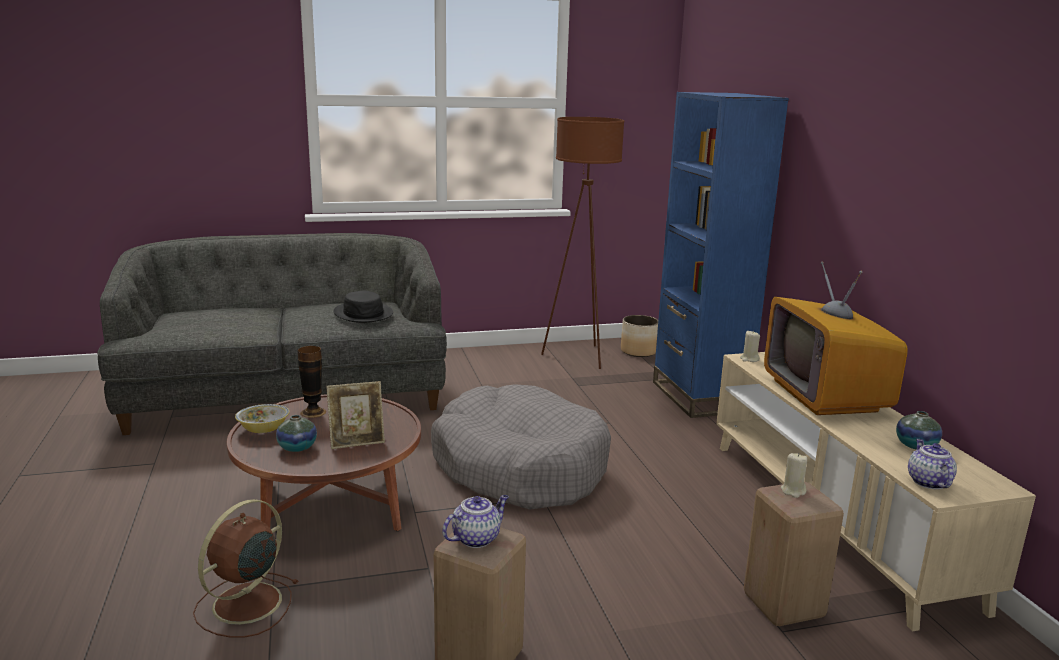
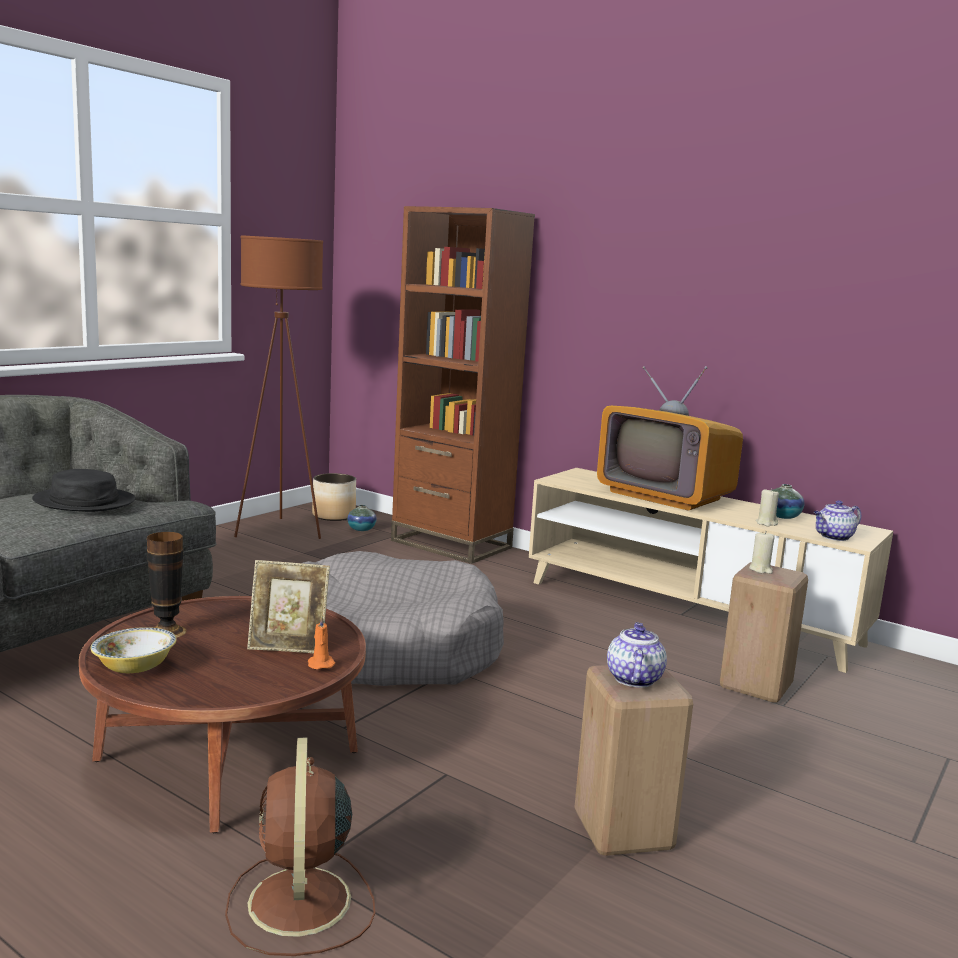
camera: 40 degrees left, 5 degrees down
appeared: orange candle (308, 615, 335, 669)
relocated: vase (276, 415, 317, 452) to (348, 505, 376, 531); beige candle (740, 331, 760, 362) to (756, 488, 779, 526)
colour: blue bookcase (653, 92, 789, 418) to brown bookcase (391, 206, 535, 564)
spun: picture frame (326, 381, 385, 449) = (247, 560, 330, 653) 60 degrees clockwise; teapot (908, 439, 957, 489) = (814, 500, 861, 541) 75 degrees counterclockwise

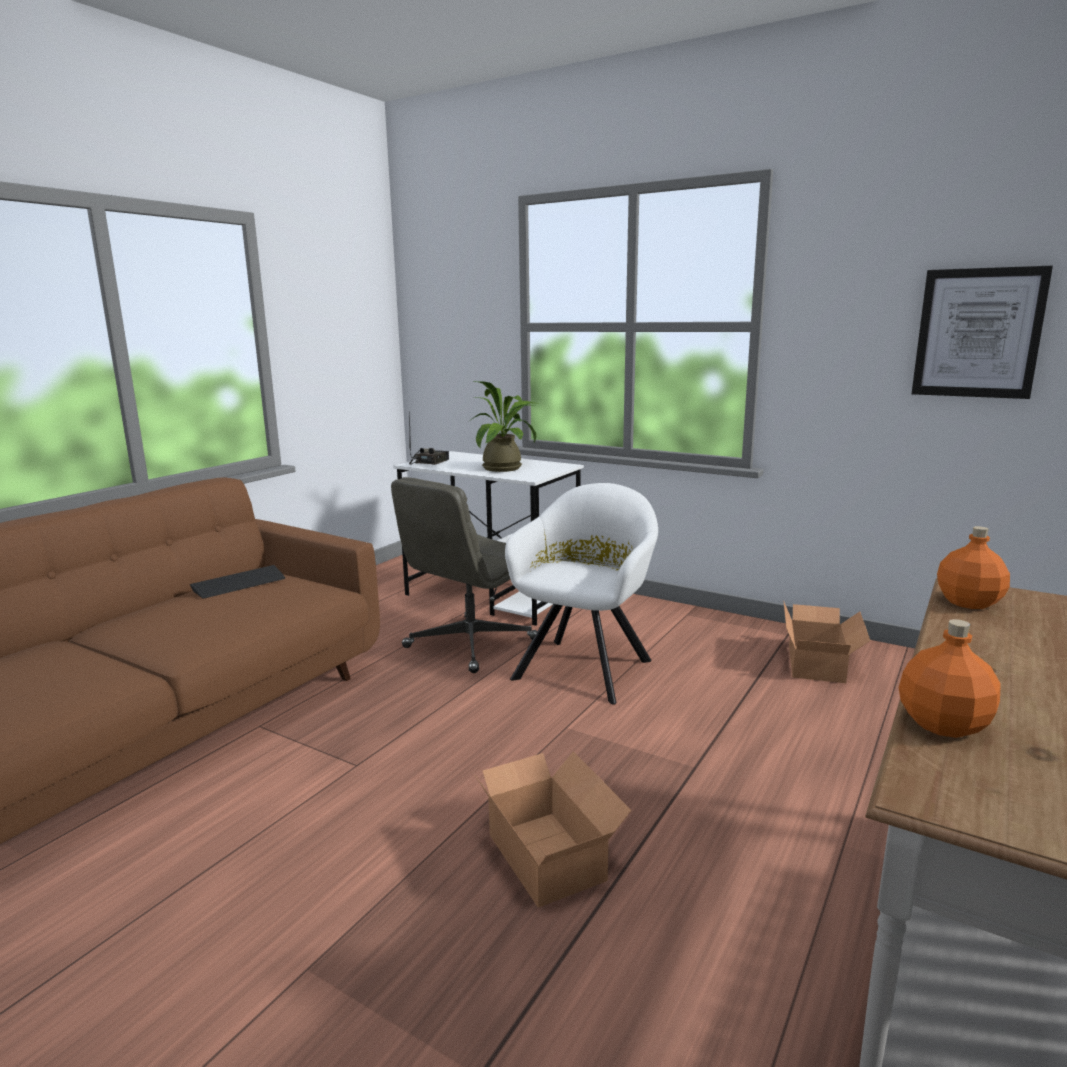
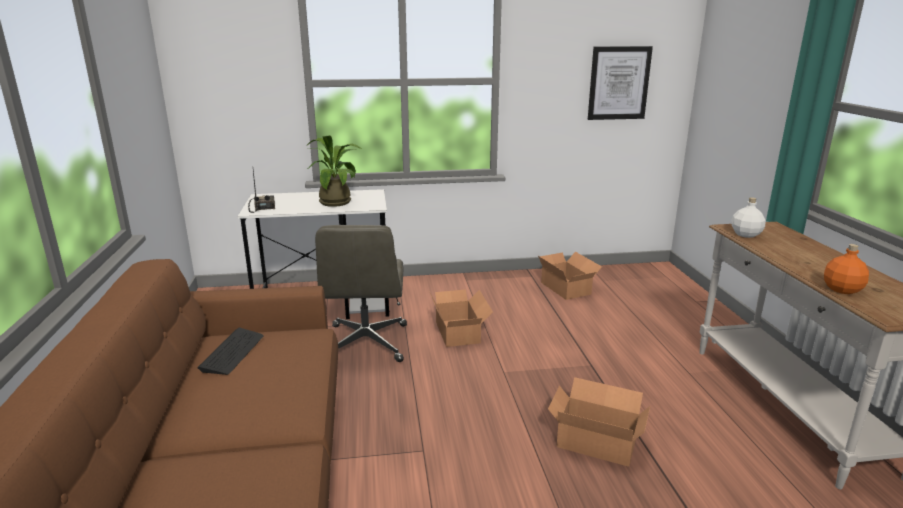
camera: 40 degrees left, 5 degrees up
exchanged: white armchair (505, 483, 658, 705) to cardboard box (430, 289, 493, 347)
colour: orange bottle (937, 526, 1010, 609) to white bottle (731, 197, 766, 238)

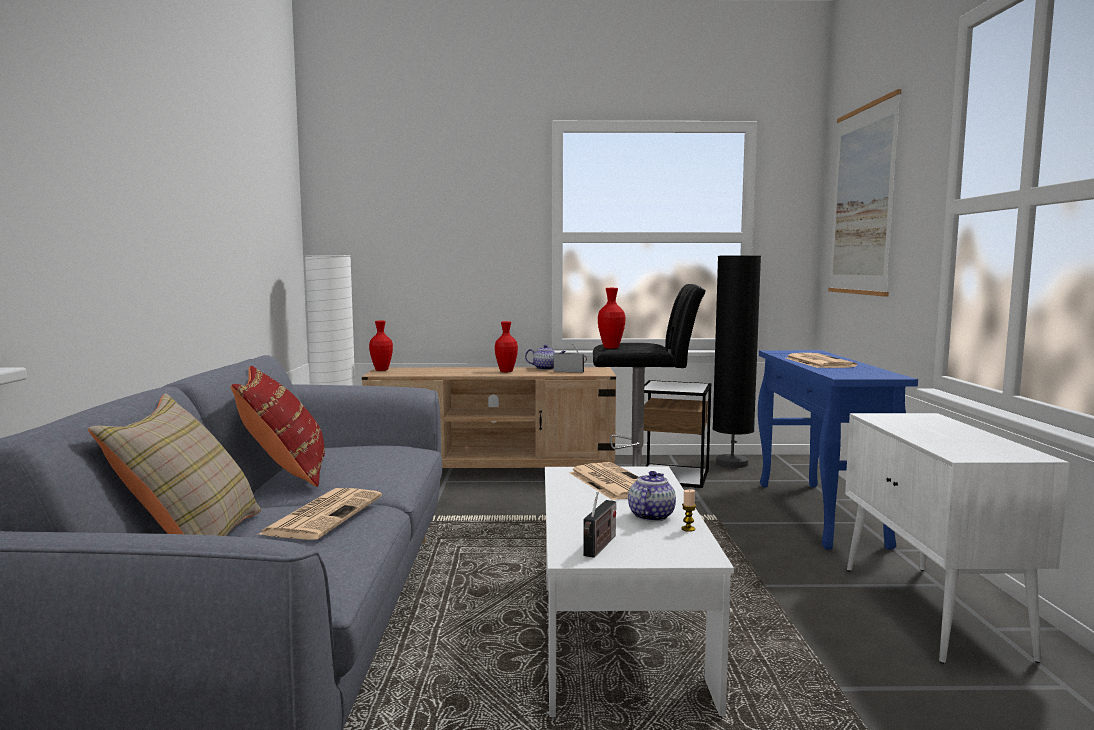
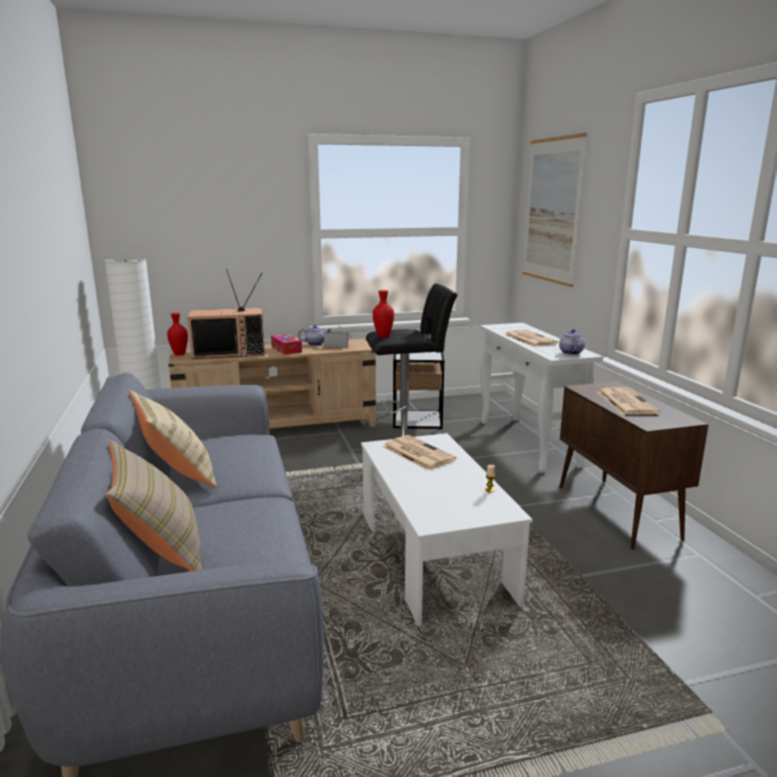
camera: 15 degrees left, 10 degrees up
missing: radio (583, 492, 616, 558); black floor lamp (712, 255, 761, 468)
appeared: television (188, 269, 265, 359)
relocated: teapot (628, 471, 676, 522) to (559, 329, 585, 355); newspaper (257, 488, 382, 540) to (598, 387, 660, 414)
exchanged: red vase (495, 321, 518, 372) to tissue box (271, 334, 302, 355)
colour: red pillow (231, 366, 325, 487) to beige pillow (129, 391, 217, 487); blue console table (758, 350, 918, 550) to white console table (480, 323, 603, 473); white cabinet (845, 413, 1070, 664) to brown cabinet (559, 381, 709, 549)

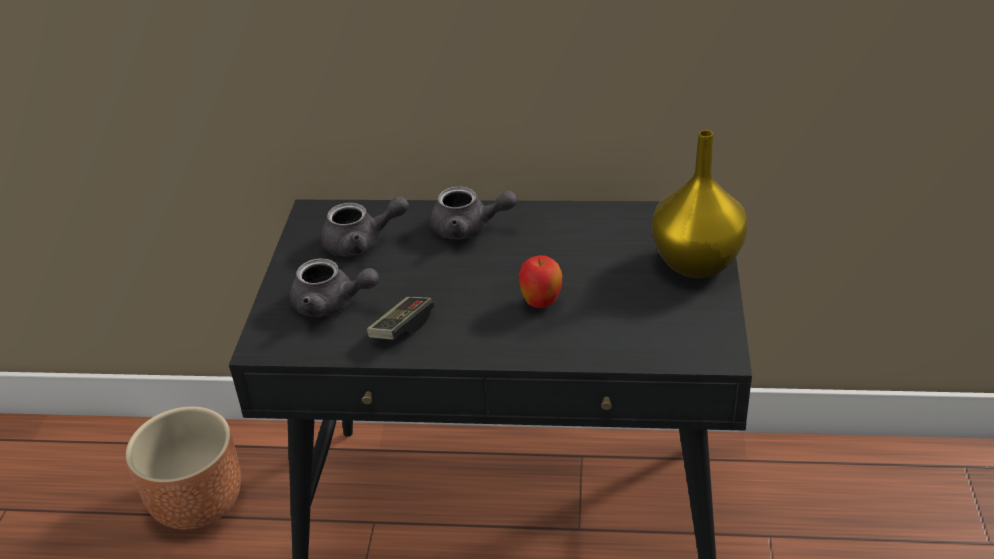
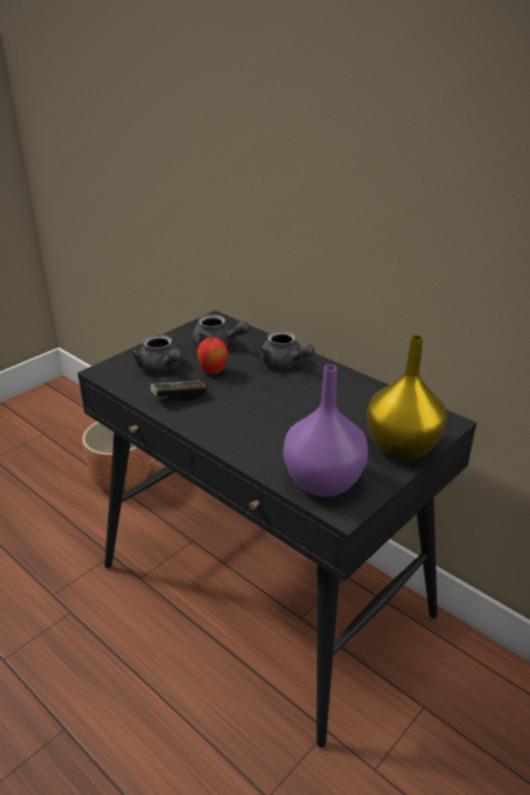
camera: 35 degrees right, 5 degrees down
appeared: purple vase (283, 365, 368, 497)
relocated: apple (518, 255, 563, 308) to (197, 337, 228, 374)

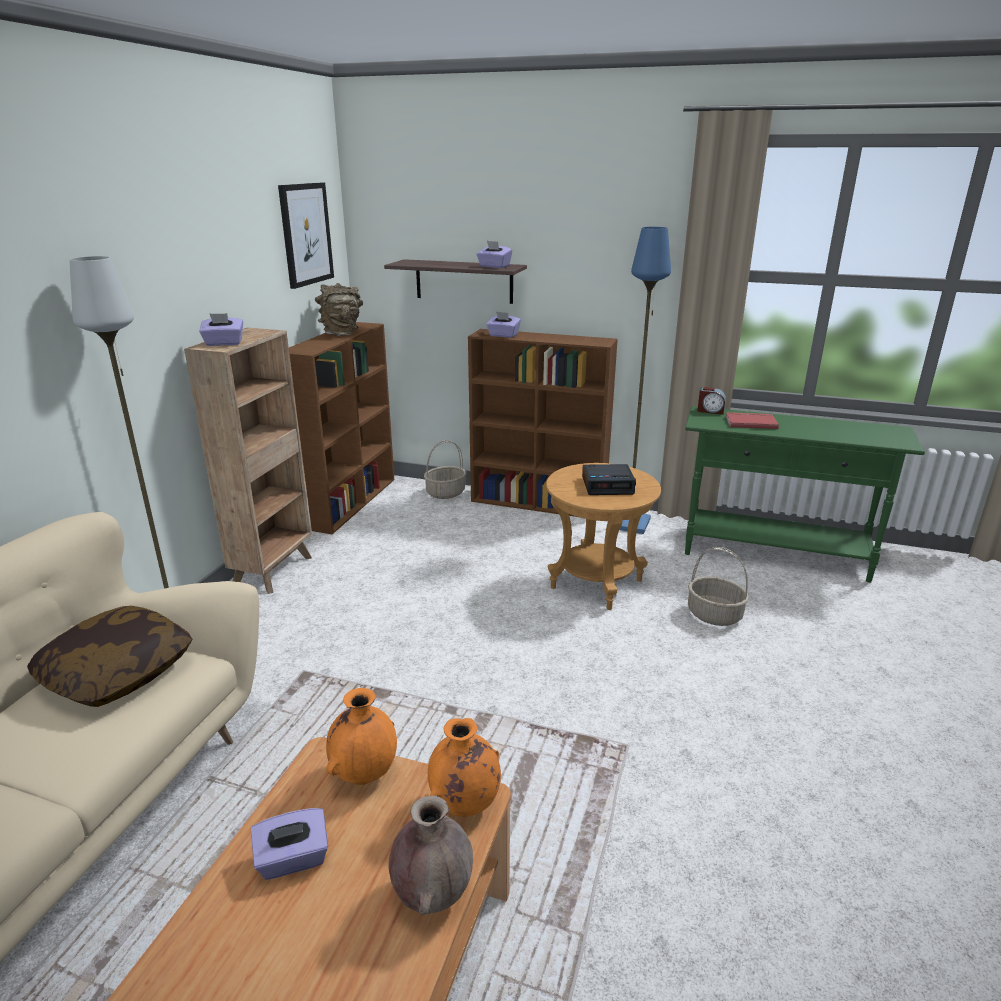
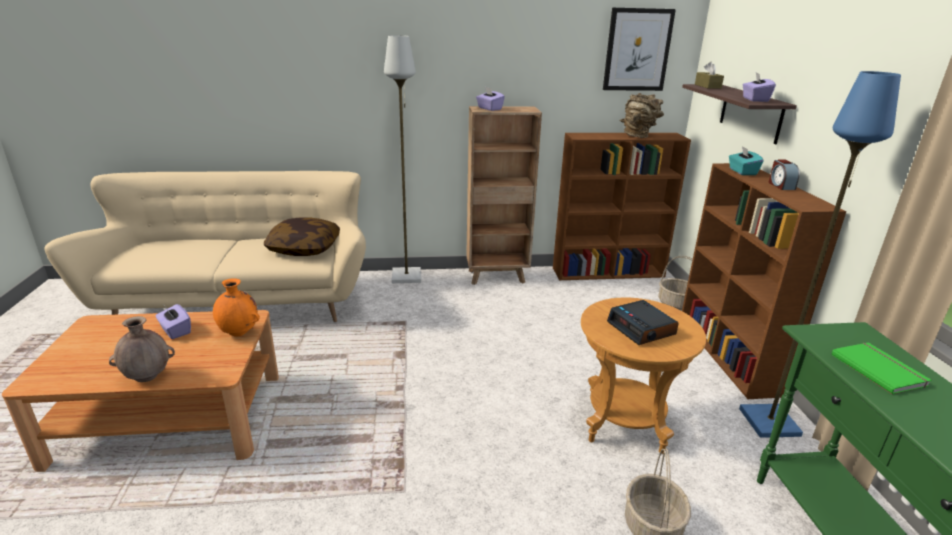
camera: 65 degrees right, 0 degrees up
missing: orange vase (428, 718, 501, 817)
appeared: brown tissue box (695, 62, 724, 89)
relocated: alarm clock (697, 387, 726, 415) to (769, 159, 800, 190)
colour: purple tissue box (486, 312, 521, 338) to turquoise tissue box (729, 146, 764, 175); red book (725, 412, 779, 429) to green book (832, 343, 932, 395)

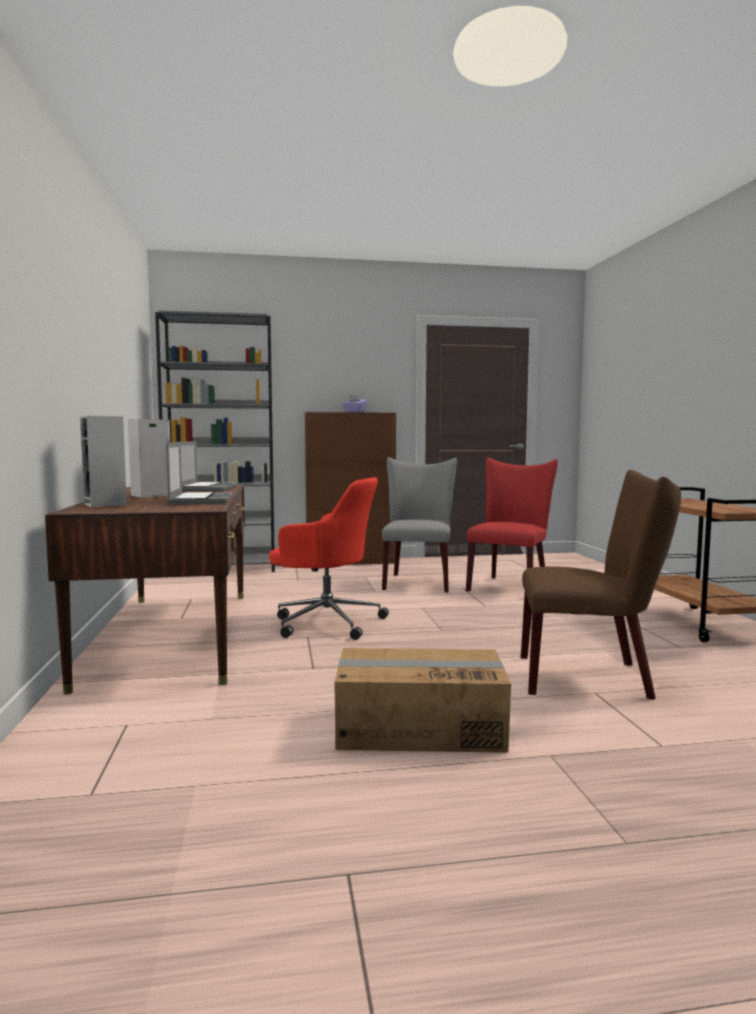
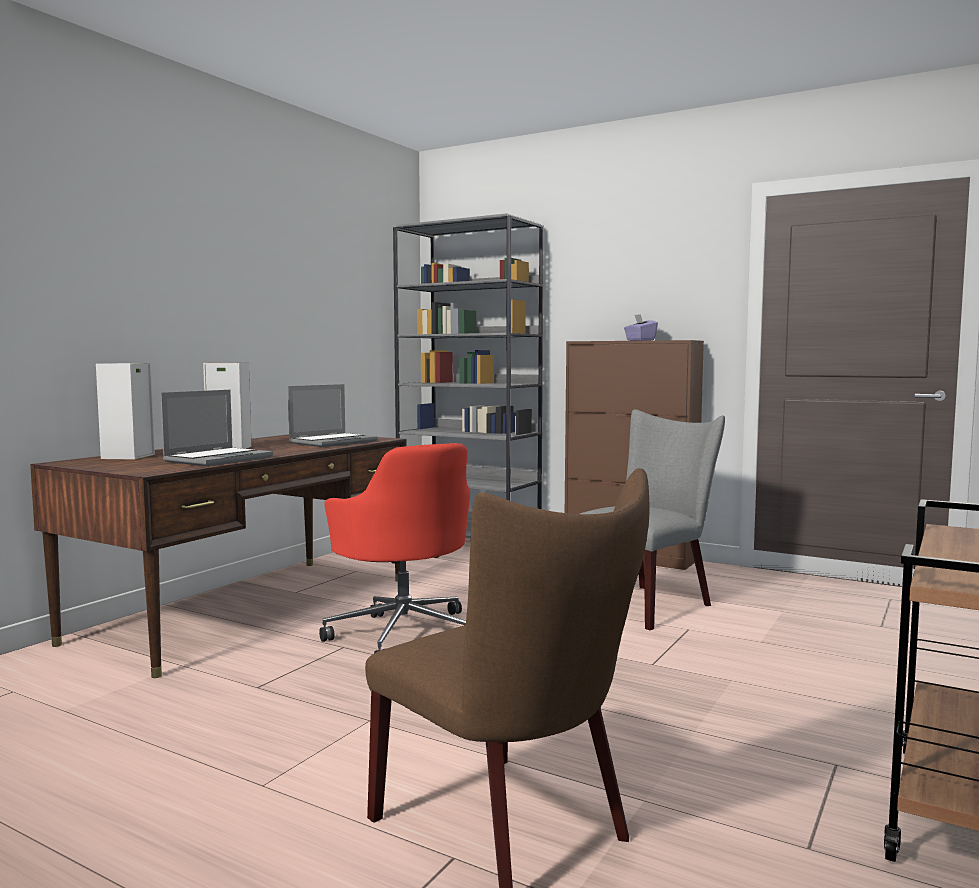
camera: 40 degrees right, 0 degrees up
missing: cardboard box (334, 648, 511, 753); red chair (466, 458, 558, 592)

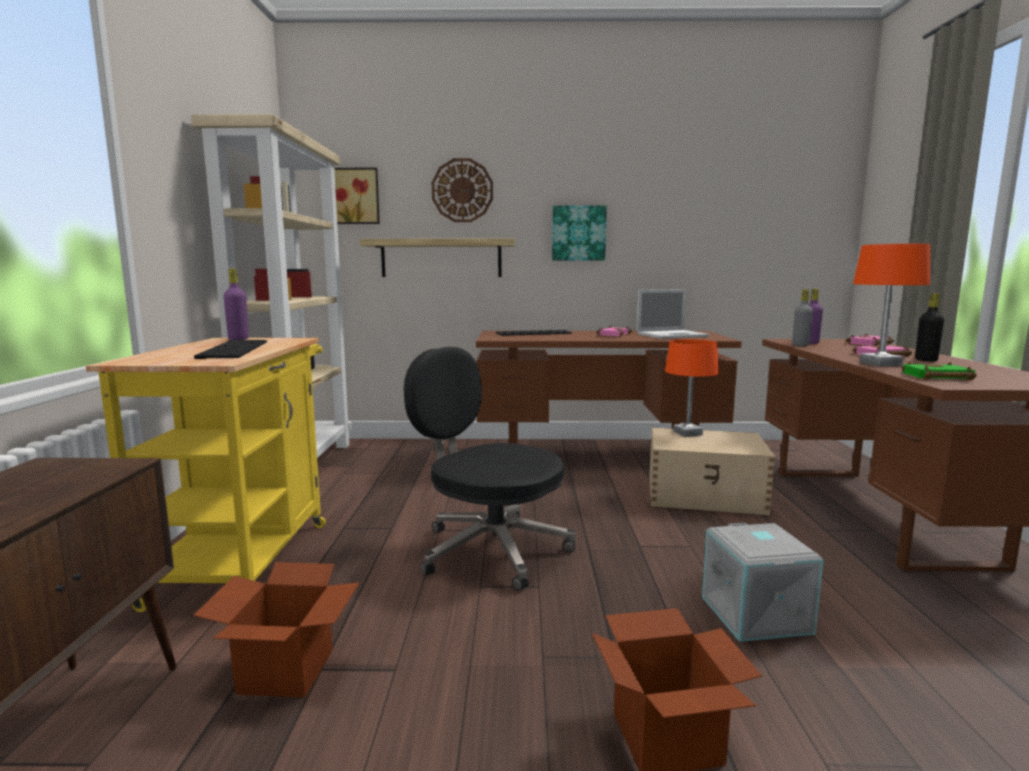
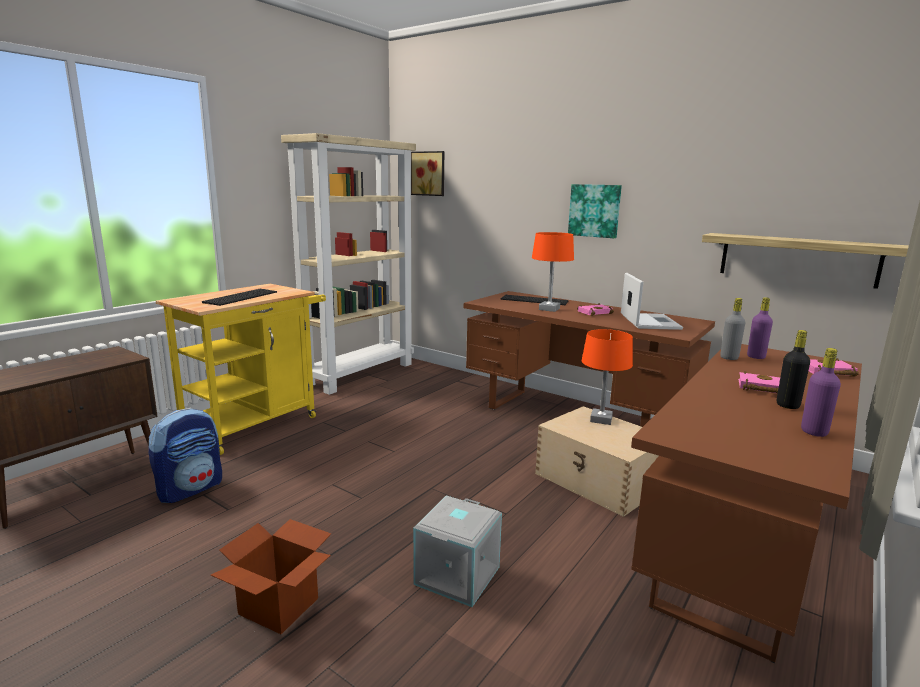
camera: 35 degrees right, 5 degrees up
missing: black office chair (403, 347, 576, 591); wall clock (432, 158, 493, 222); green book (902, 361, 977, 380)
relocated: orange table lamp (853, 244, 930, 367) to (532, 232, 574, 312); shelf (359, 239, 515, 277) to (702, 233, 909, 289); purple bottle (223, 268, 249, 340) to (801, 348, 841, 437)
exchanged: cardboard box (193, 562, 359, 698) to backpack (148, 408, 222, 503)
spun: laptop (637, 289, 710, 339) = (621, 273, 683, 330) 105 degrees counterclockwise

